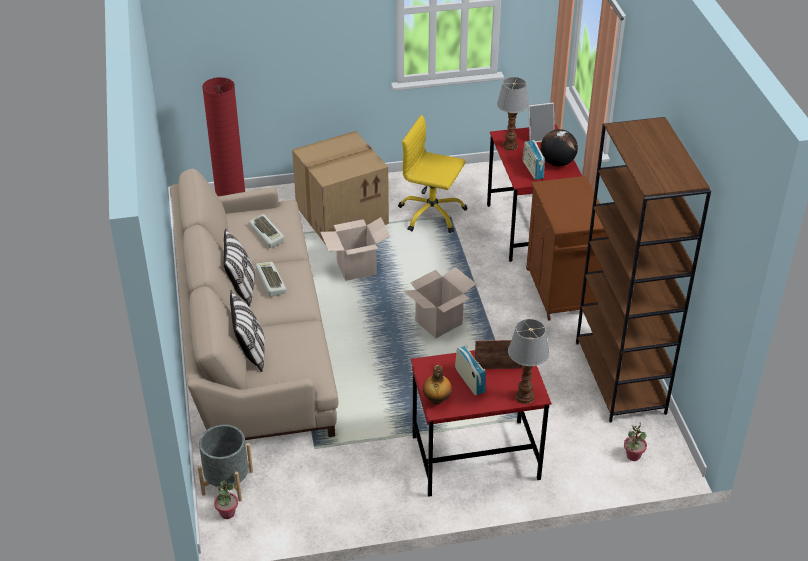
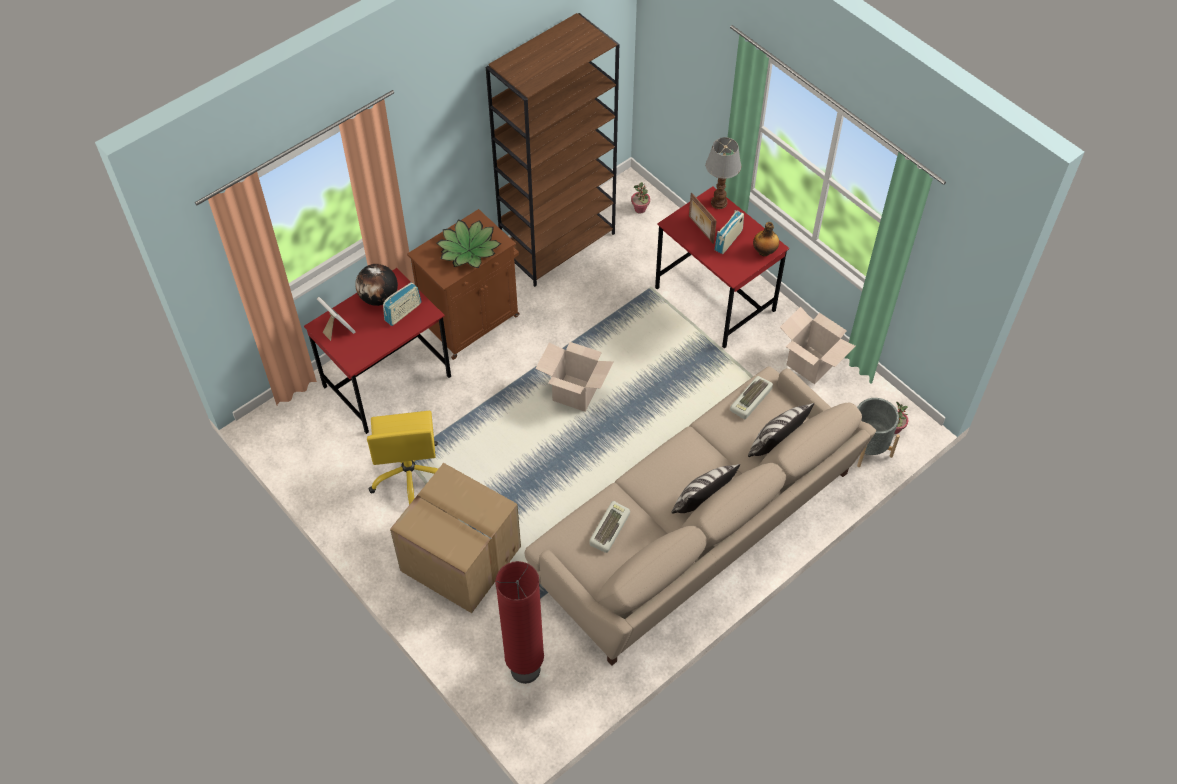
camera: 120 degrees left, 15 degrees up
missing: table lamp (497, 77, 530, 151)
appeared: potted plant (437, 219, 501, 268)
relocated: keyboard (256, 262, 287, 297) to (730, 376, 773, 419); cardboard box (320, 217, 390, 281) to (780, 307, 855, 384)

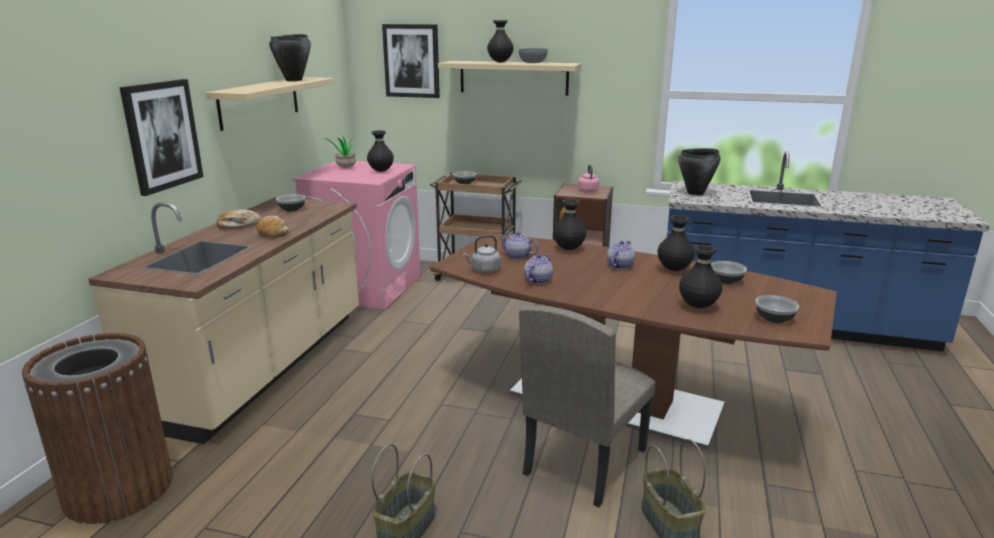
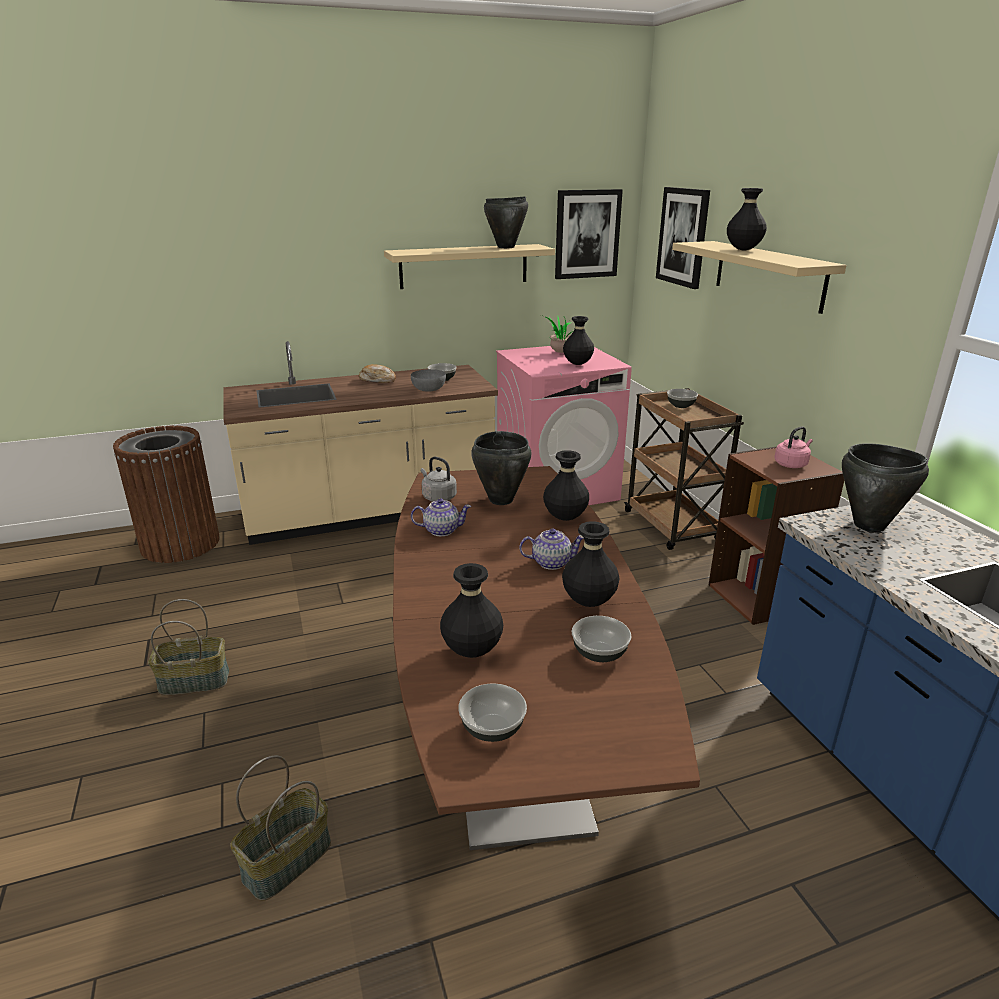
camera: 55 degrees right, 5 degrees up
missing: bread (257, 216, 289, 238); beige chair (519, 306, 656, 507)
relocated: grey bowl (519, 48, 548, 63) to (411, 369, 446, 392); picture (119, 79, 203, 196) to (555, 189, 623, 279)
exchanged: teapot (498, 232, 539, 259) to black cooking pot (471, 431, 531, 505)

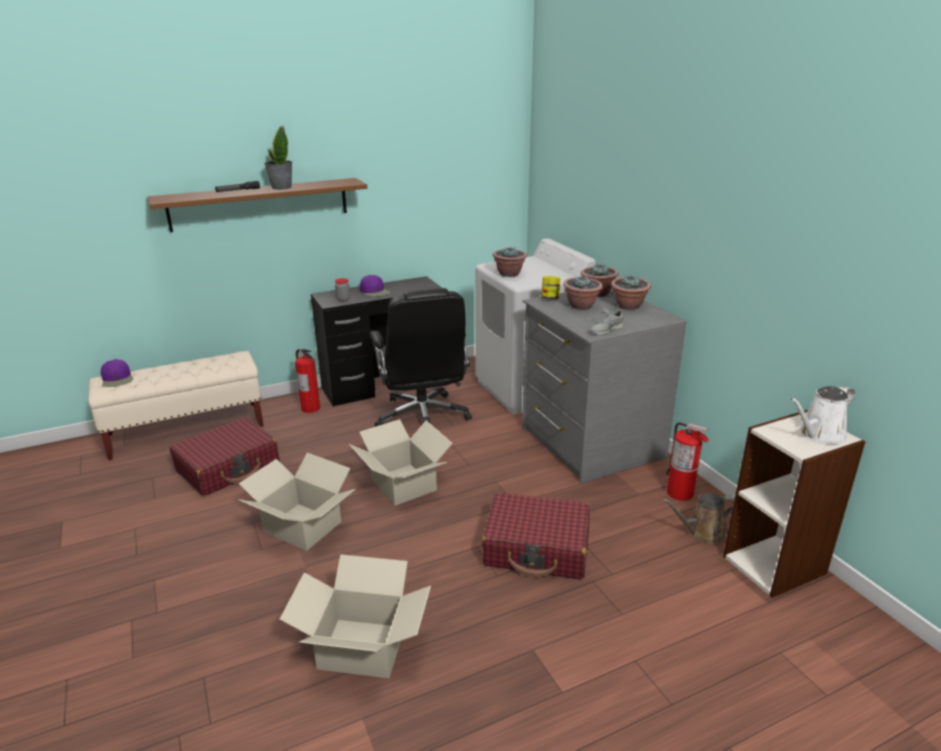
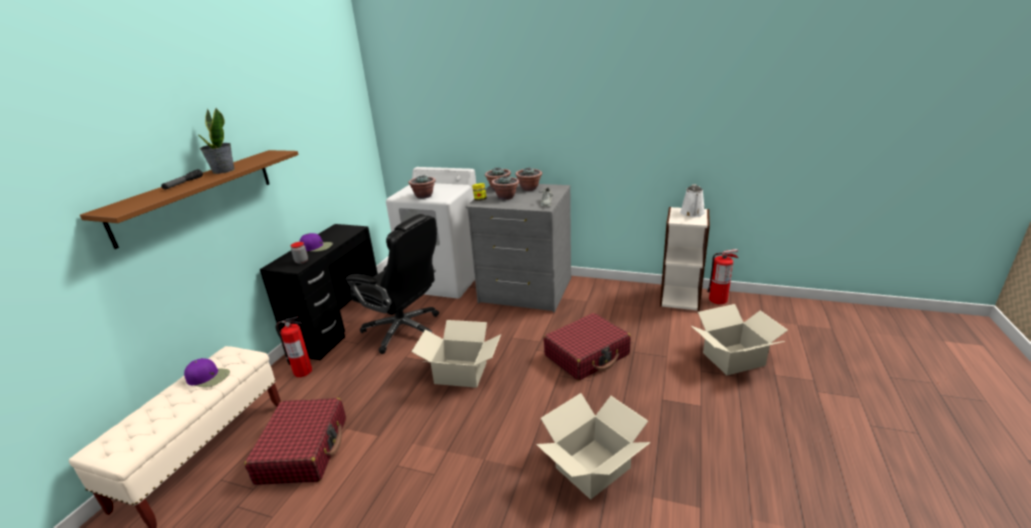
camera: 45 degrees left, 0 degrees up
missing: brown watering can (662, 493, 735, 543)
relocated: purple cap (101, 359, 133, 387) to (184, 358, 230, 387); cardboard box (238, 453, 356, 551) to (691, 304, 788, 375); fire extinguisher (666, 422, 709, 501) to (707, 249, 738, 304)

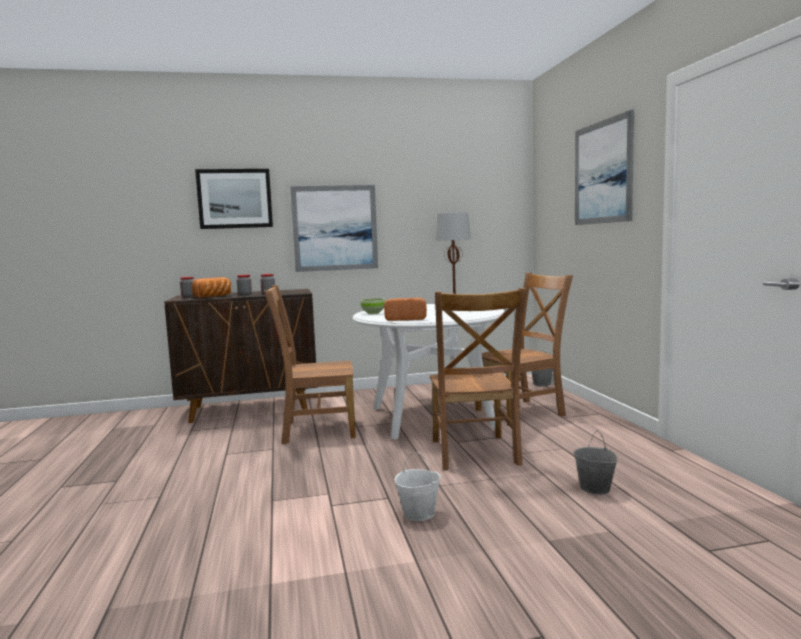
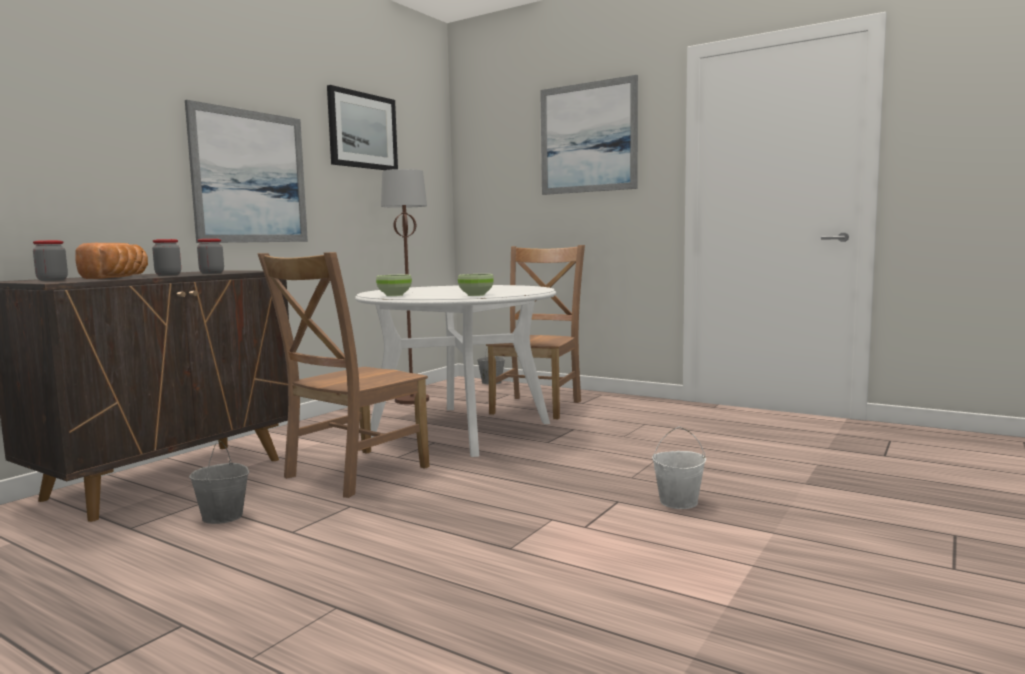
camera: 45 degrees left, 0 degrees up
missing: brown chair (430, 288, 527, 470)
relocated: grey bucket (574, 430, 618, 495) to (189, 440, 249, 524); picture (195, 169, 273, 229) to (327, 85, 398, 170)
exchanged: bread (384, 298, 427, 321) to green bowl (458, 274, 494, 296)

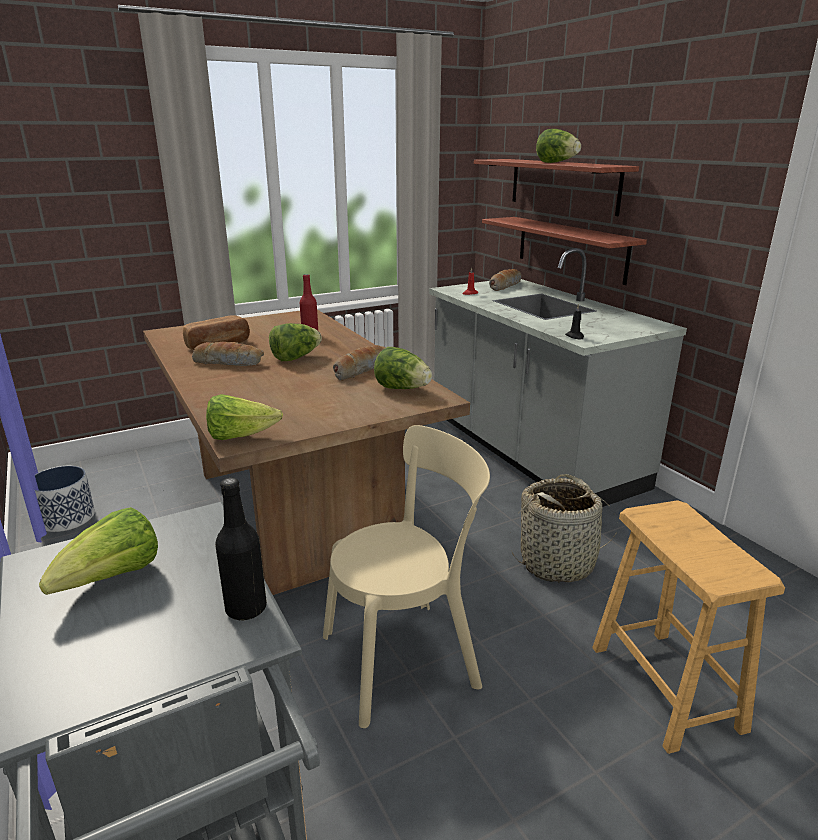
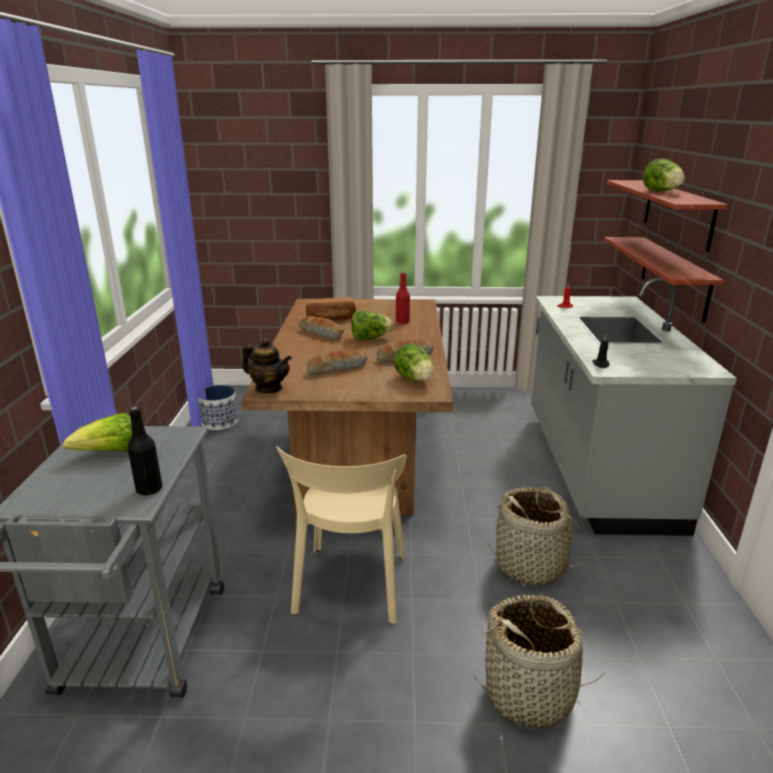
camera: 30 degrees right, 0 degrees up
relocated: bread (489, 269, 522, 291) to (307, 350, 367, 376)
exchanged: lettuce (206, 394, 283, 440) to teapot (242, 338, 292, 393); brown stool (592, 500, 785, 754) to basket (474, 595, 606, 729)
spun: beige chair (323, 425, 490, 728) = (276, 446, 407, 624) 90 degrees clockwise

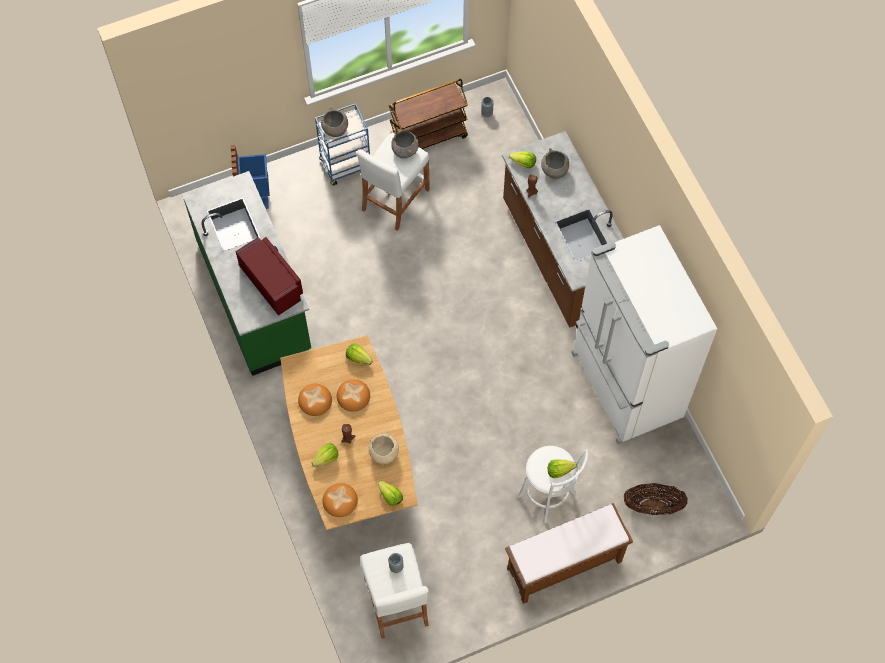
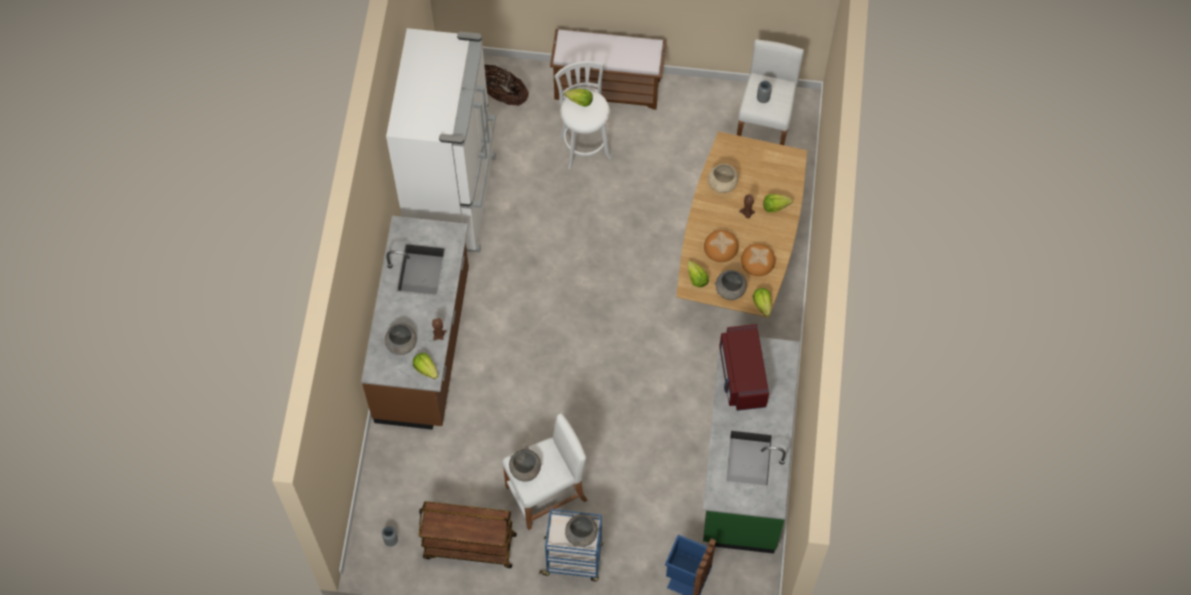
camera: 150 degrees left, 0 degrees up
missing: bread (322, 483, 358, 517)
appeared: grey bowl (715, 270, 747, 300)
relocated: lettuce (378, 481, 403, 506) to (753, 288, 772, 317)

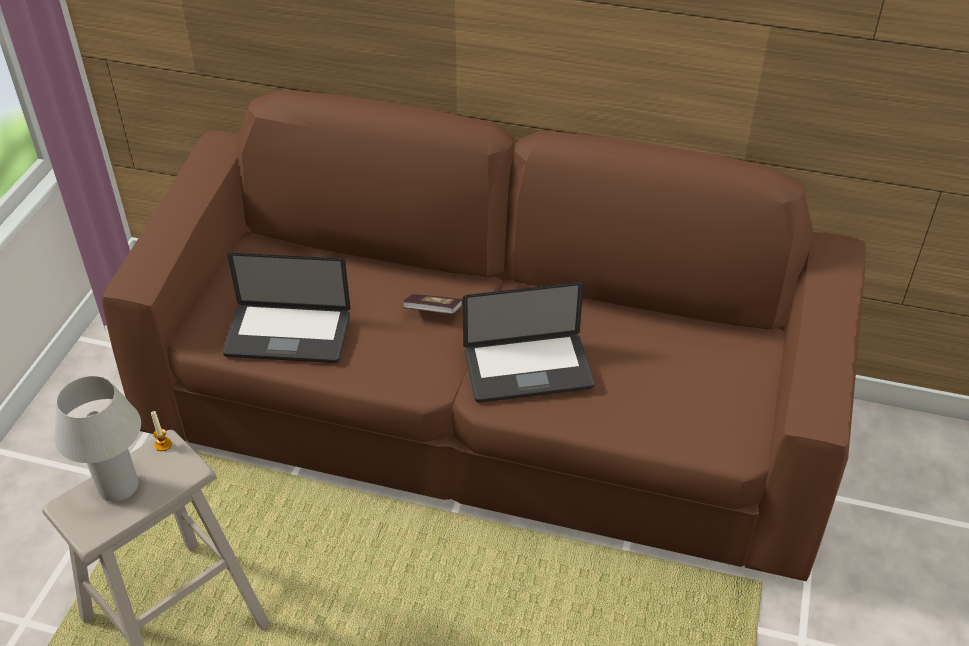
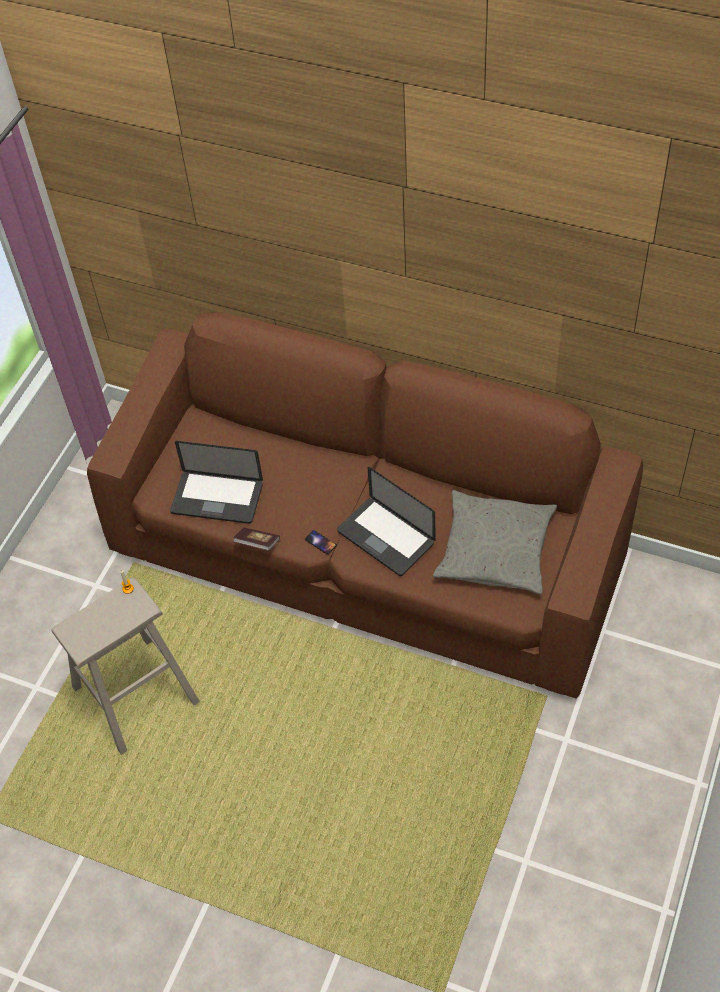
camera: 10 degrees right, 10 degrees up
missing: white table lamp (54, 376, 141, 502)
appeared: phone (305, 530, 337, 555); grey pillow (433, 490, 557, 595)
relocated: book (403, 294, 463, 314) to (233, 528, 280, 551)
spun: laptop (463, 282, 595, 403) = (337, 467, 435, 576) 45 degrees clockwise

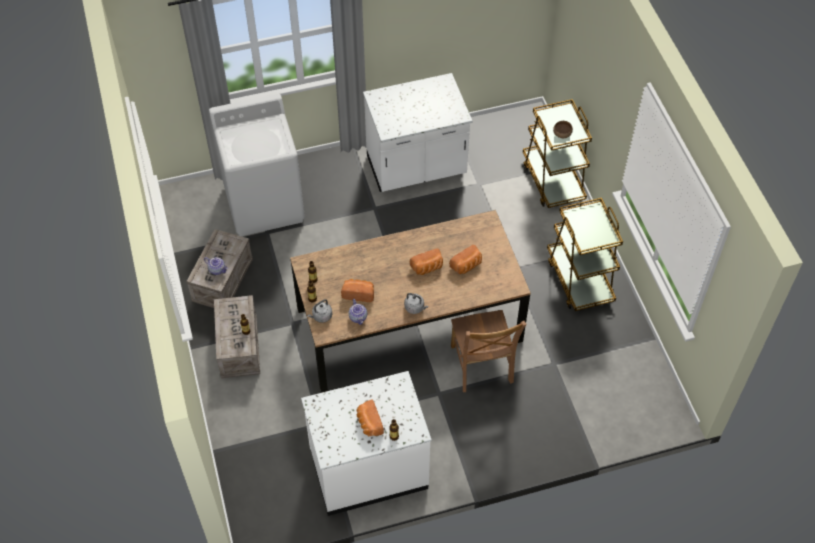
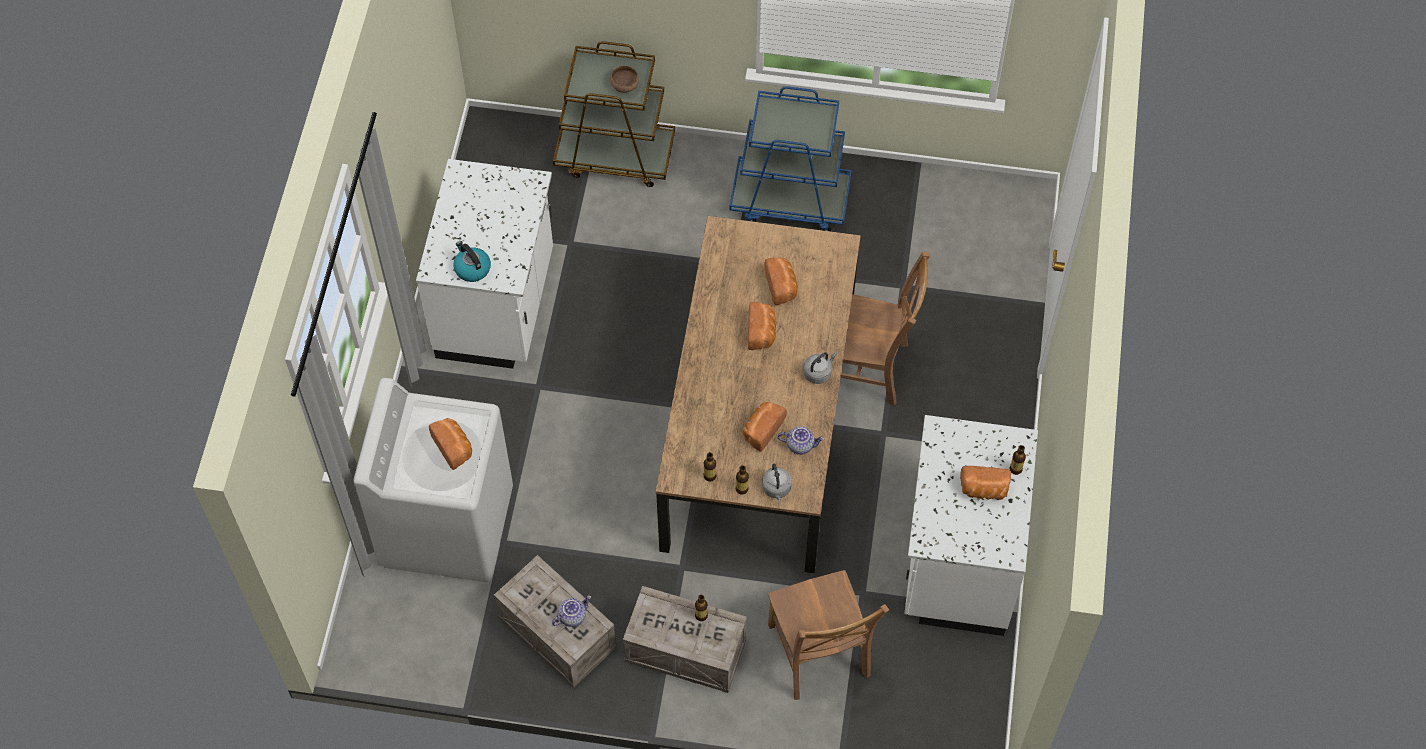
camera: 65 degrees left, 5 degrees up
appeared: bread (429, 418, 472, 470); kettle (453, 241, 491, 282); brown chair (768, 570, 889, 700)
colour: brown cart (547, 198, 623, 311) to blue cart (730, 86, 852, 231)

